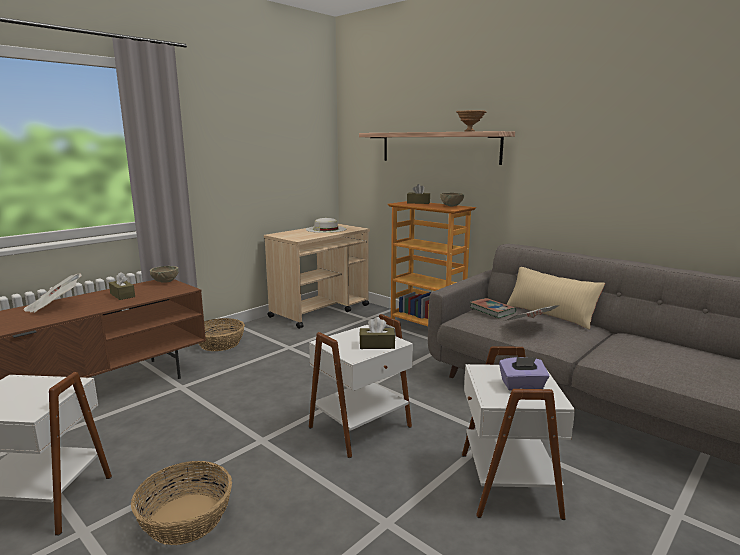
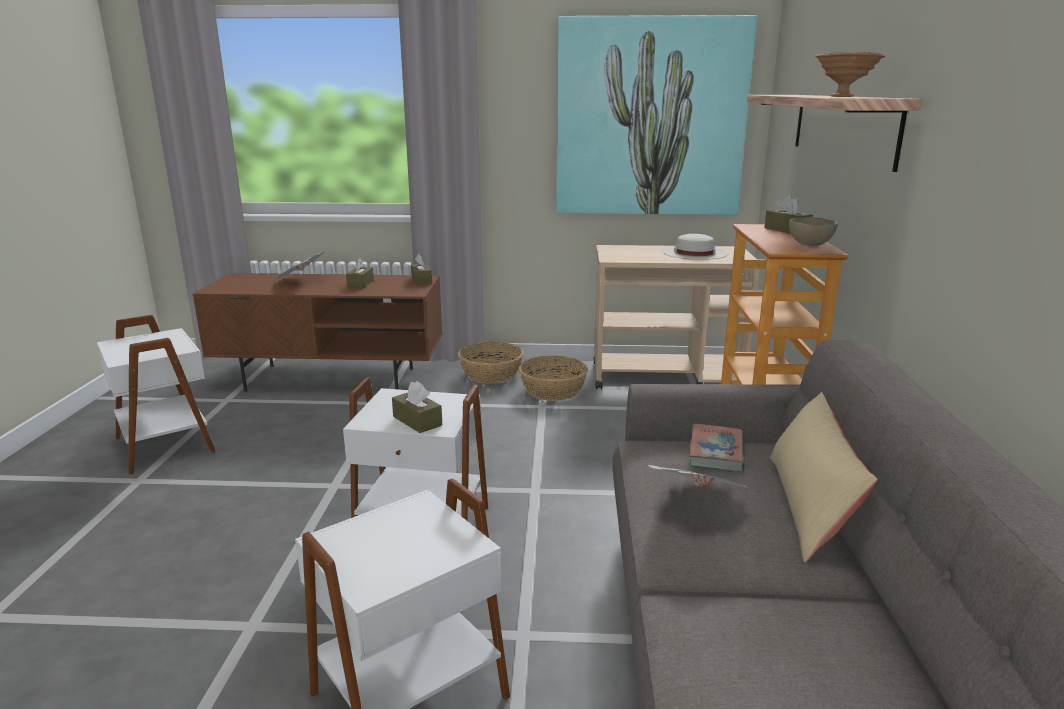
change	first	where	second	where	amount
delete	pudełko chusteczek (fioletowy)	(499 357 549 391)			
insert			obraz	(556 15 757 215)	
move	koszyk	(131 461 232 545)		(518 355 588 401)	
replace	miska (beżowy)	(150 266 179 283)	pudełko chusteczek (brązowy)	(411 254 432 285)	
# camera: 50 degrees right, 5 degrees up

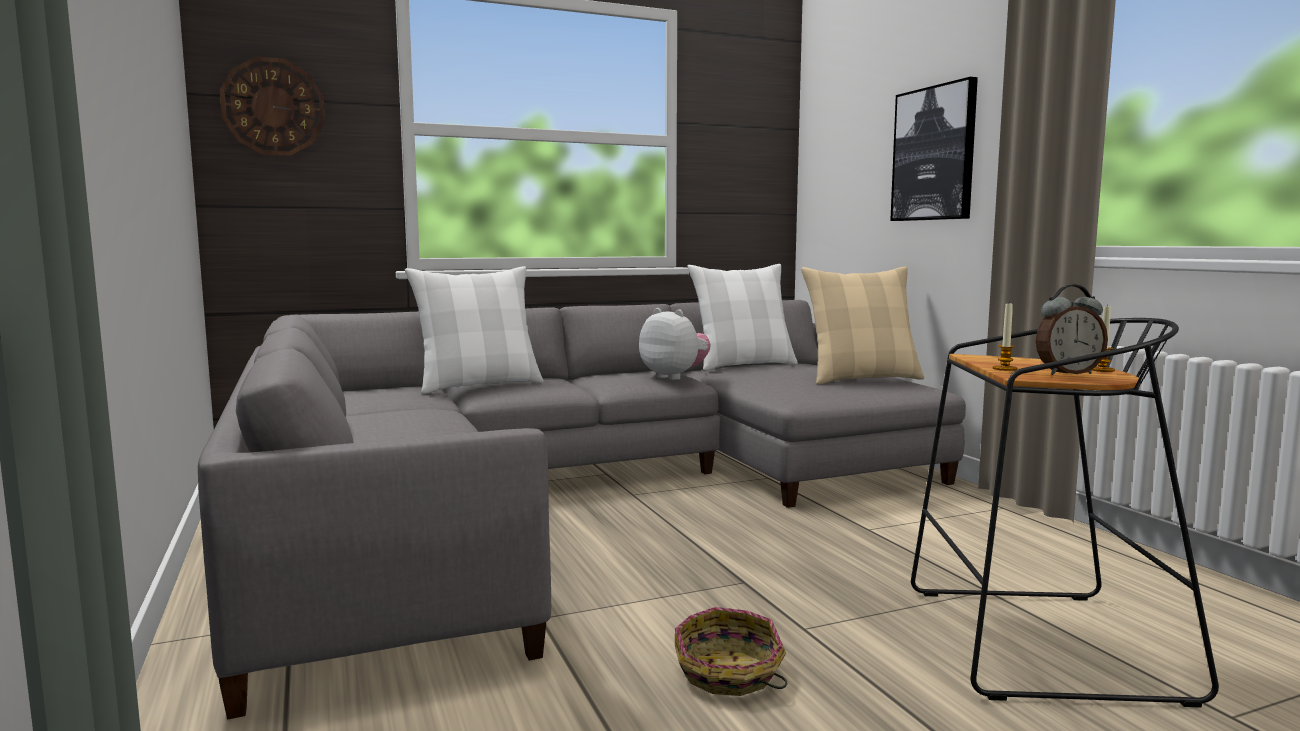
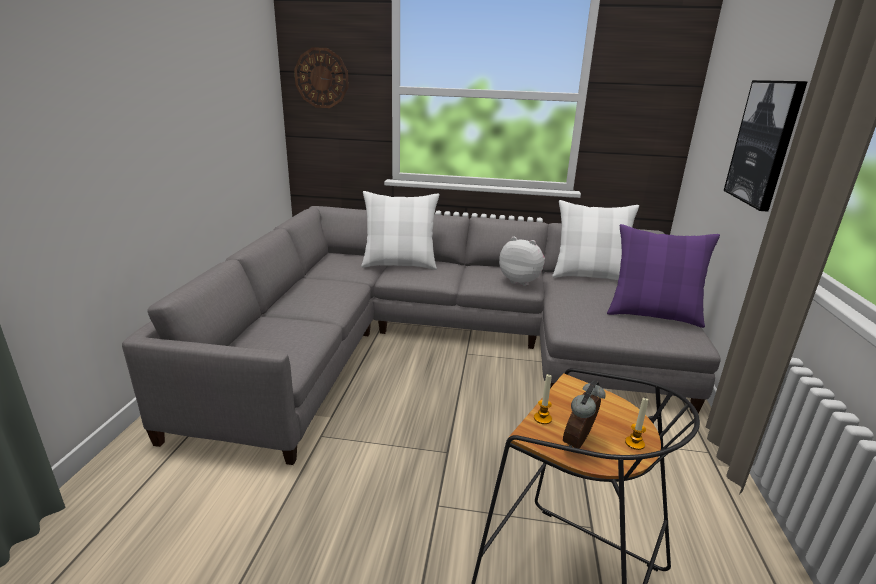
change	first	where	second	where	amount
delete	koszyk	(675 607 787 696)			
recolor	poduszka (beżowy)	(801 266 924 385)	poduszka (fioletowy)	(607 224 720 328)	
rotate	pluszak	(639 308 711 380)		(499 237 545 286)	45 degrees counterclockwise
rotate	budzik	(1036 284 1108 375)		(563 380 606 448)	105 degrees clockwise
# camera: 30 degrees right, 15 degrees up

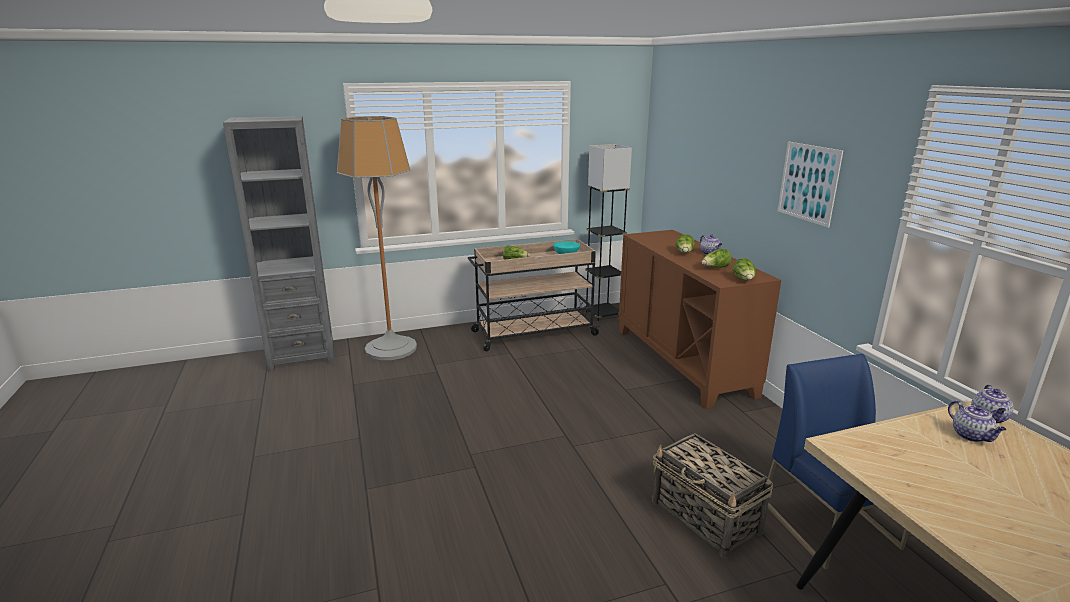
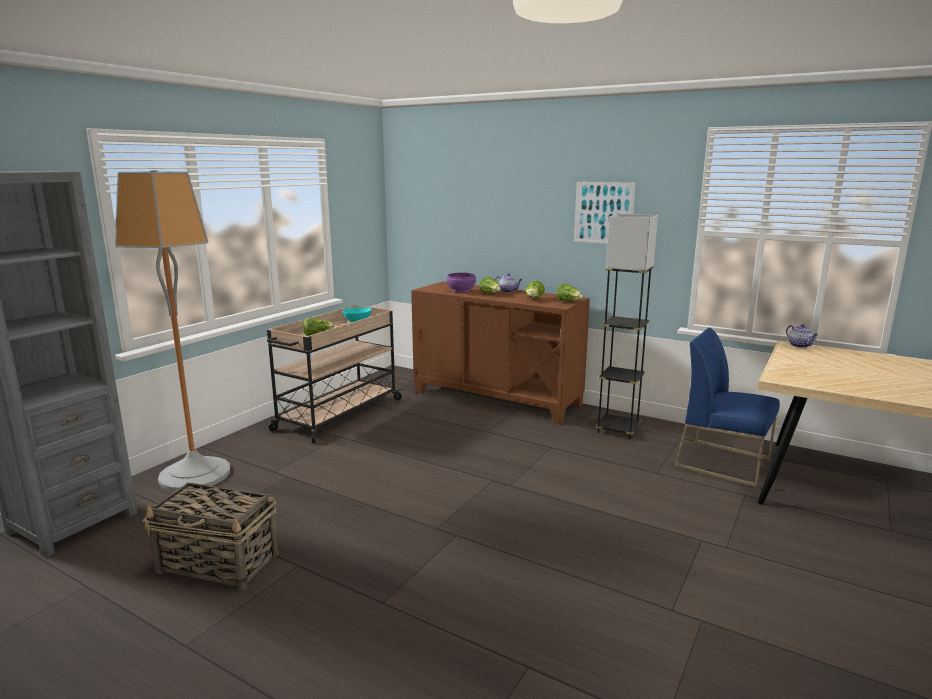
change	first	where	second	where	amount
delete	imbryk	(948 400 1007 442)			
insert			miska (fioletowy)	(447 272 476 293)	
move	lampa stojąca (czarny)	(584 144 632 321)		(596 214 658 439)	
move	koszyk	(652 433 773 558)		(143 483 279 591)	
# camera: 40 degrees left, 5 degrees down

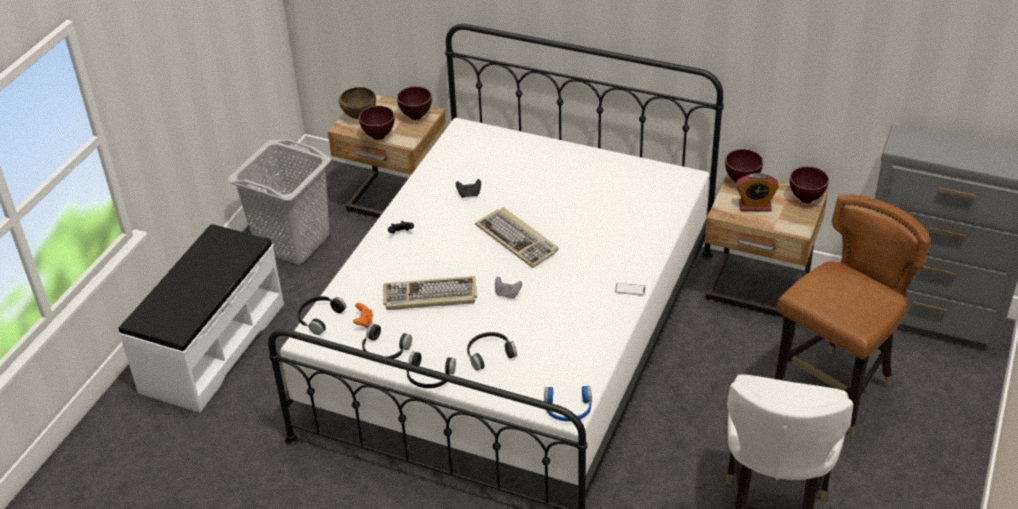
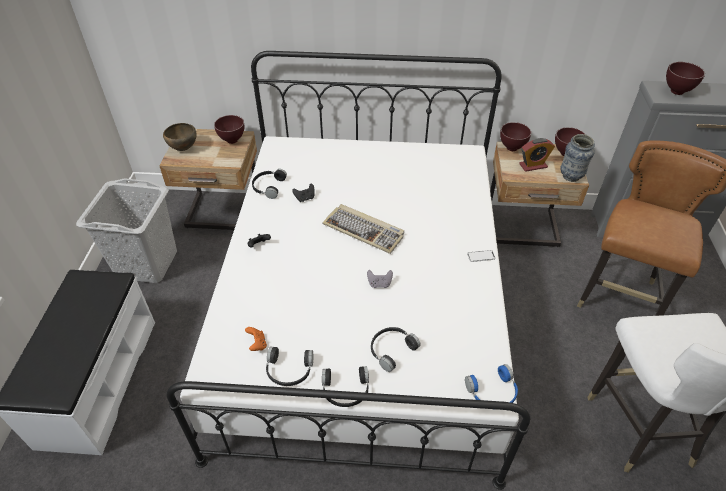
change	first	where	second	where	amount
delete	klawiatura	(383 276 477 310)			
insert			wazon	(560 134 595 182)	
move	słuchawki (czarny)	(298 296 346 335)		(252 169 287 199)	
move	miska (brązowy)	(359 106 395 140)		(666 62 705 95)	
# camera: 20 degrees left, 5 degrees up

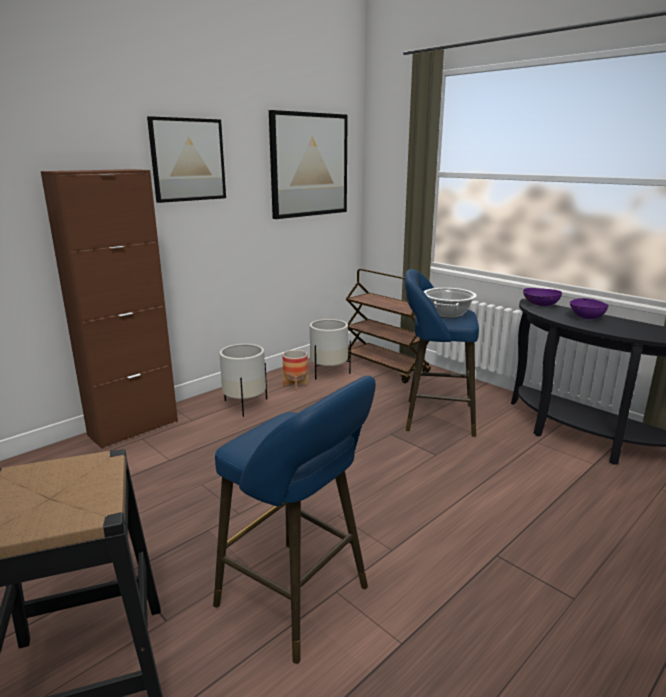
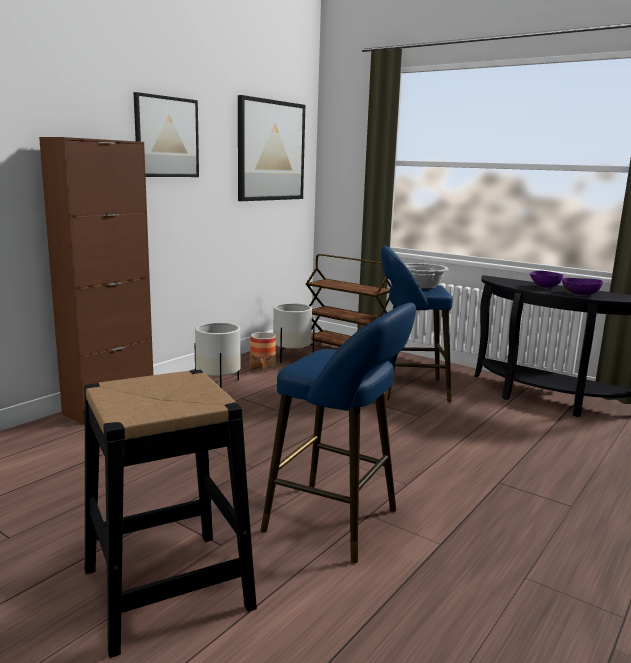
change	first	where	second	where	amount
move	miska (fioletowy)	(523 288 562 306)		(562 278 603 295)	
# camera: 10 degrees left, 5 degrees down

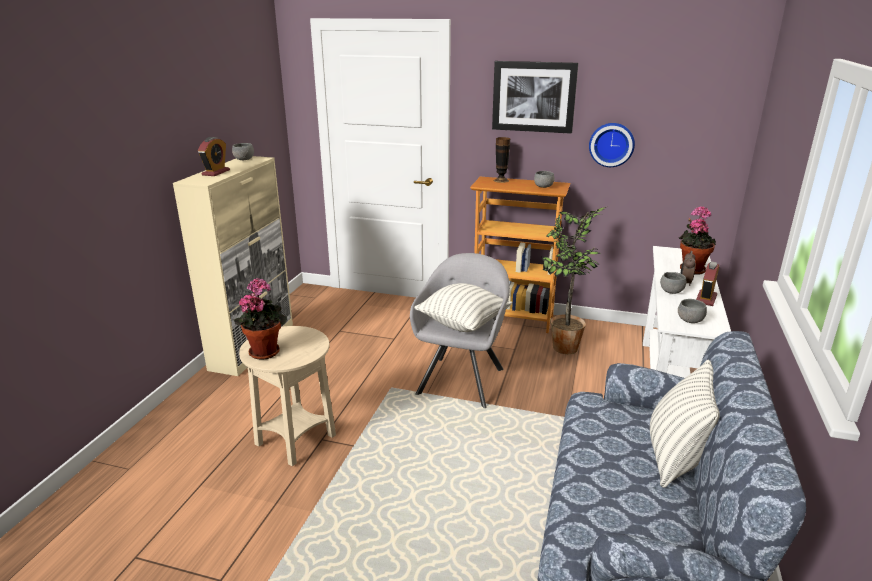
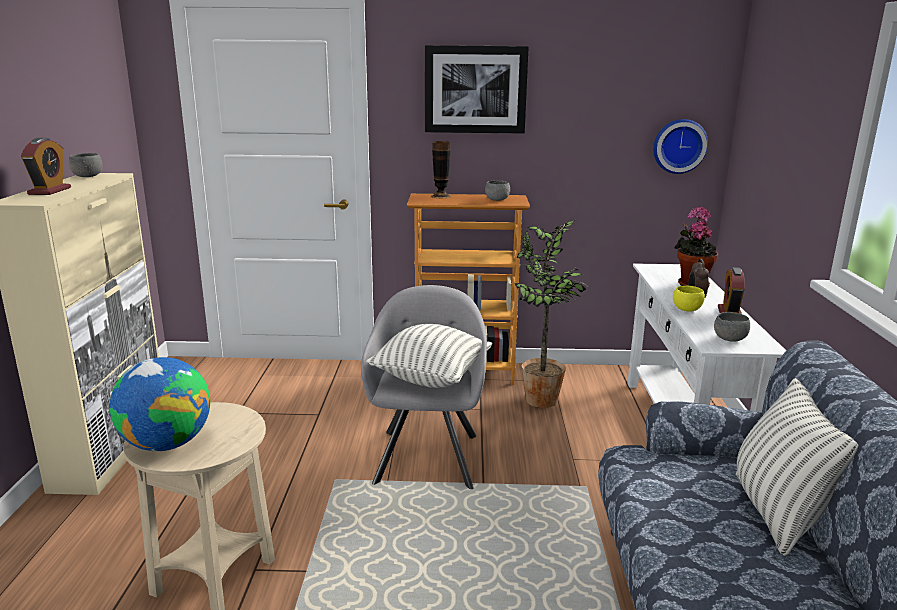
change	first	where	second	where	amount
move	zegar ścienny	(589 123 635 167)		(653 119 708 174)	
replace	roślina doniczkowa	(233 278 287 360)	globus	(110 357 210 451)	
recolor	miska (szary)	(660 272 686 294)	miska (żółty)	(673 286 705 312)	
# camera: 15 degrees left, 5 degrees down

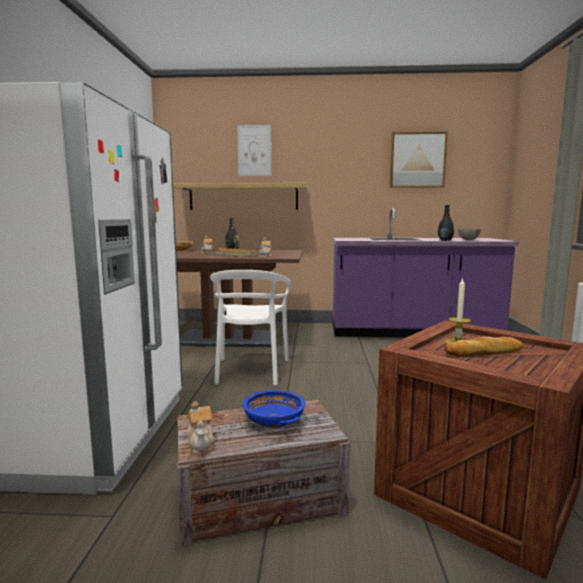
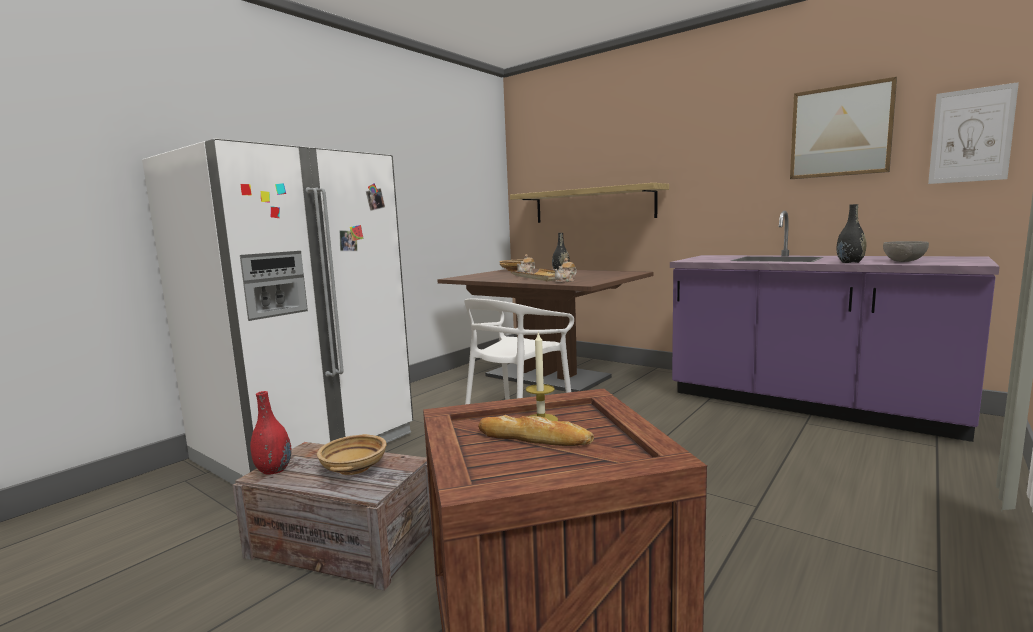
change	first	where	second	where	amount
move	obraz	(237 125 271 176)		(928 82 1019 184)	
replace	imbryk	(188 401 216 455)	wazon (czerwony)	(250 391 291 475)	
recolor	miska (niebieski)	(243 390 305 429)	miska (beżowy)	(317 434 386 475)	
# camera: 35 degrees right, 0 degrees up

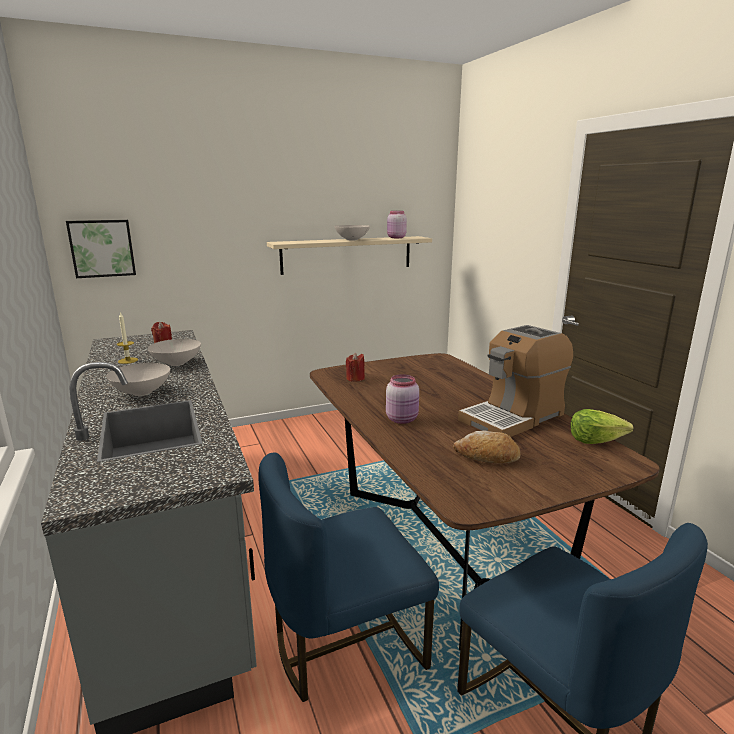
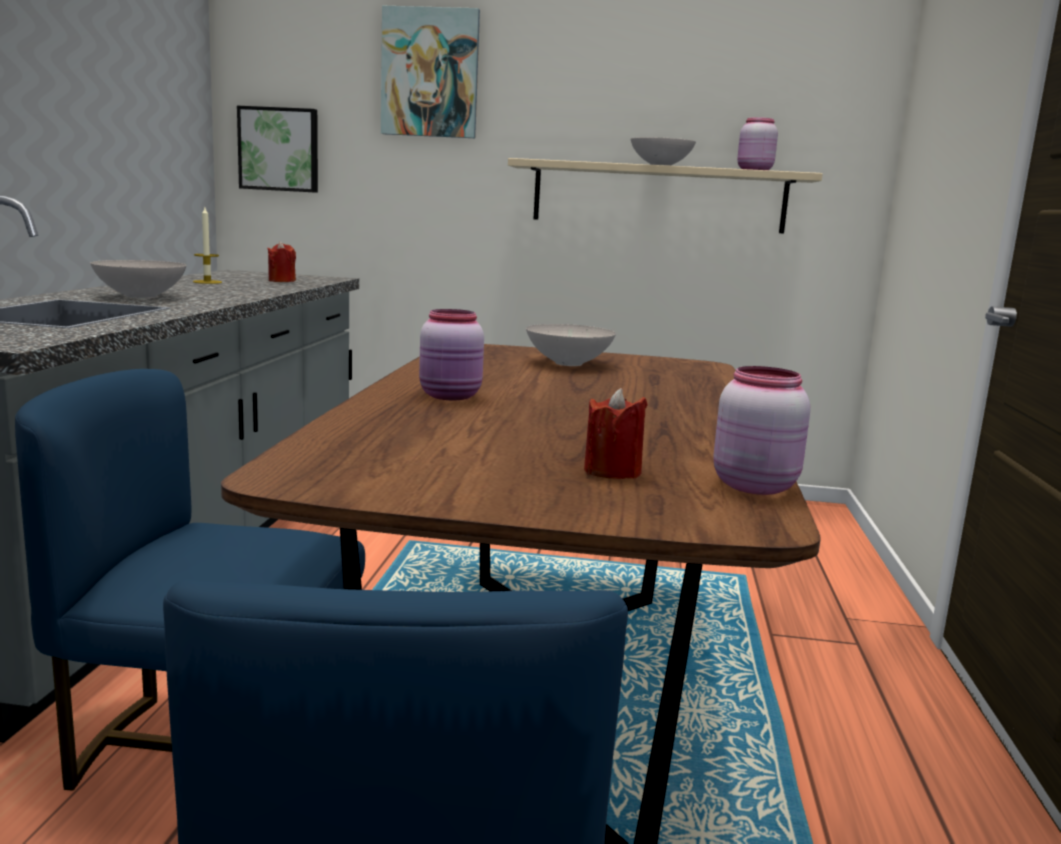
change	first	where	second	where	amount
delete	chleb	(453 430 520 464)			
delete	ekspres do kawy	(458 325 573 437)			
insert			obraz	(381 6 480 138)	
move	miska (biały)	(148 339 201 366)		(526 324 616 366)	
move	świeca (czerwony)	(346 353 365 382)		(584 388 648 479)	
replace	sałata	(570 409 633 444)	słoik (różowy)	(714 366 810 495)	
# camera: 30 degrees right, 5 degrees down

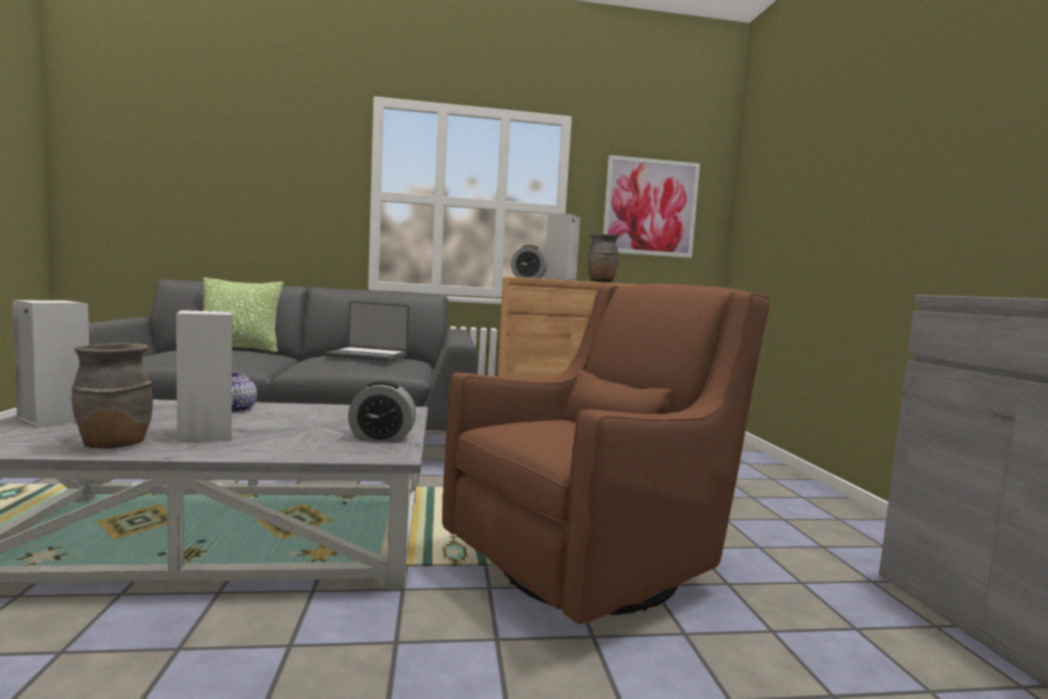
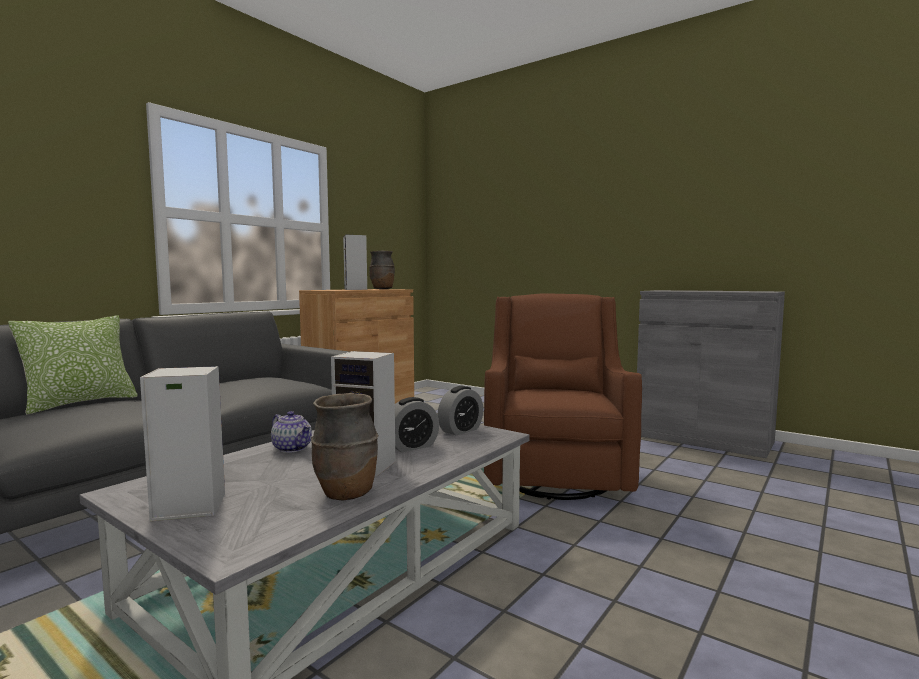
change	first	where	second	where	amount
delete	laptop	(325 301 410 362)			
delete	obraz	(603 155 700 258)			
move	budzik	(511 245 547 279)		(395 397 439 452)	
# camera: 45 degrees left, 0 degrees up

